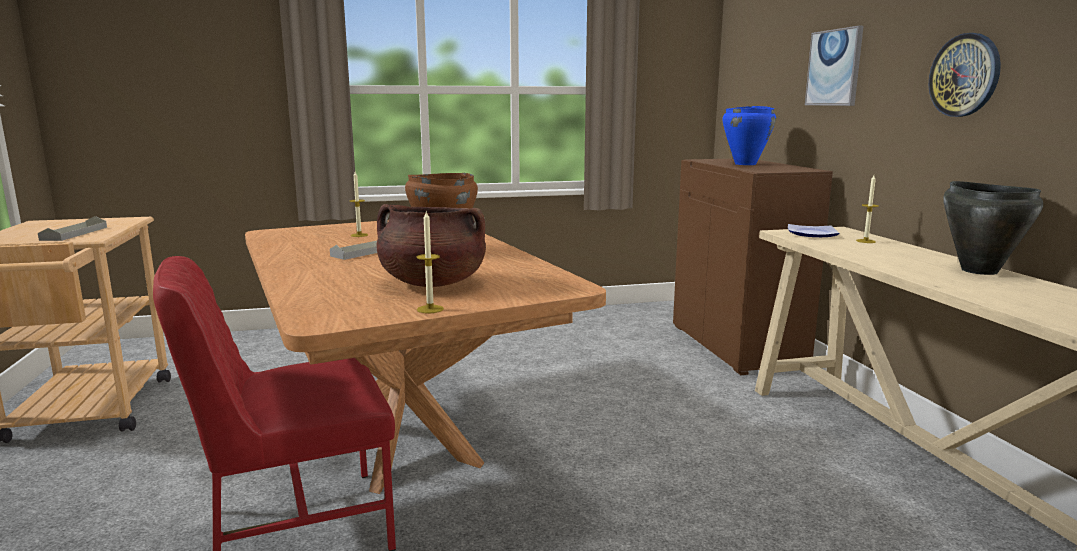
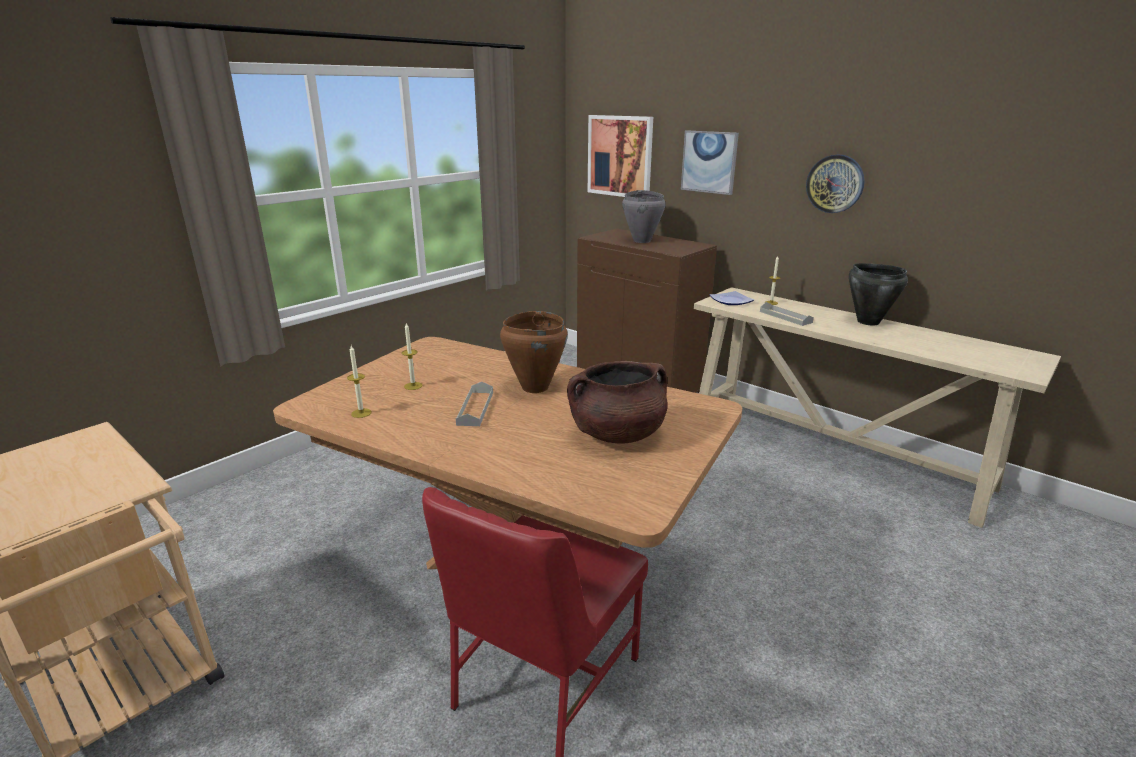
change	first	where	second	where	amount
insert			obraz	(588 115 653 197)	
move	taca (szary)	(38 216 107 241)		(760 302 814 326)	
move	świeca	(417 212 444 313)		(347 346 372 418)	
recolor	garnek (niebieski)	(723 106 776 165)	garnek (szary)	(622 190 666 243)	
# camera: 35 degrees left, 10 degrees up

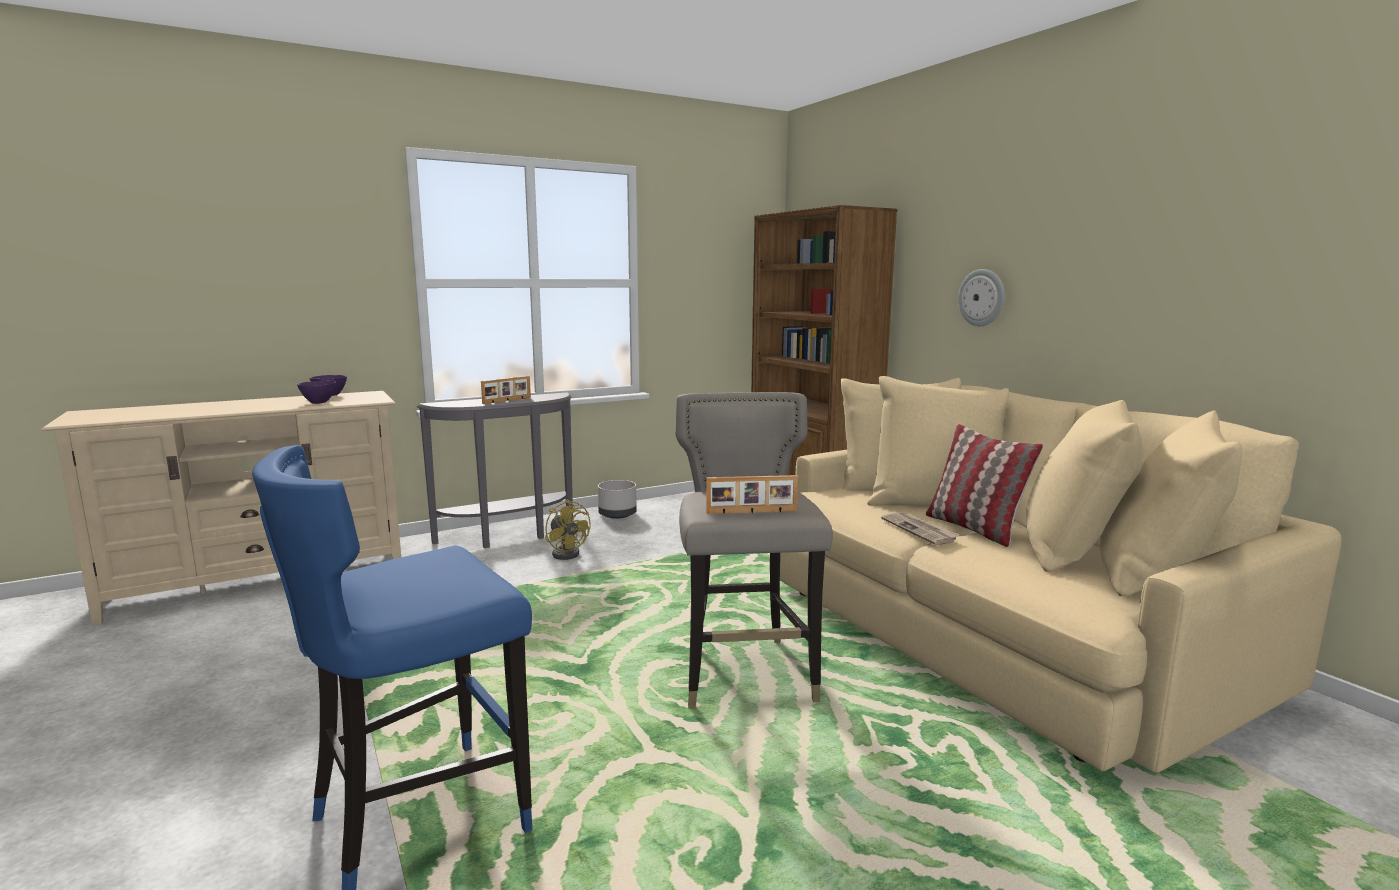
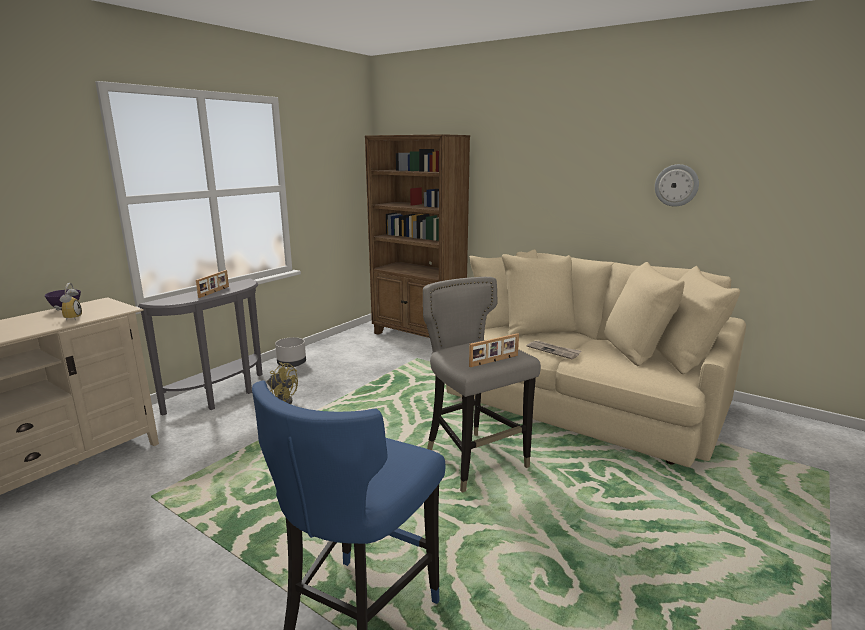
change	first	where	second	where	amount
delete	poduszka	(926 424 1043 547)			
move	zegar ścienny	(958 269 1005 326)		(655 164 699 207)	
replace	miska (fioletowy)	(297 381 336 404)	budzik	(54 283 82 321)	
# camera: 25 degrees left, 5 degrees up

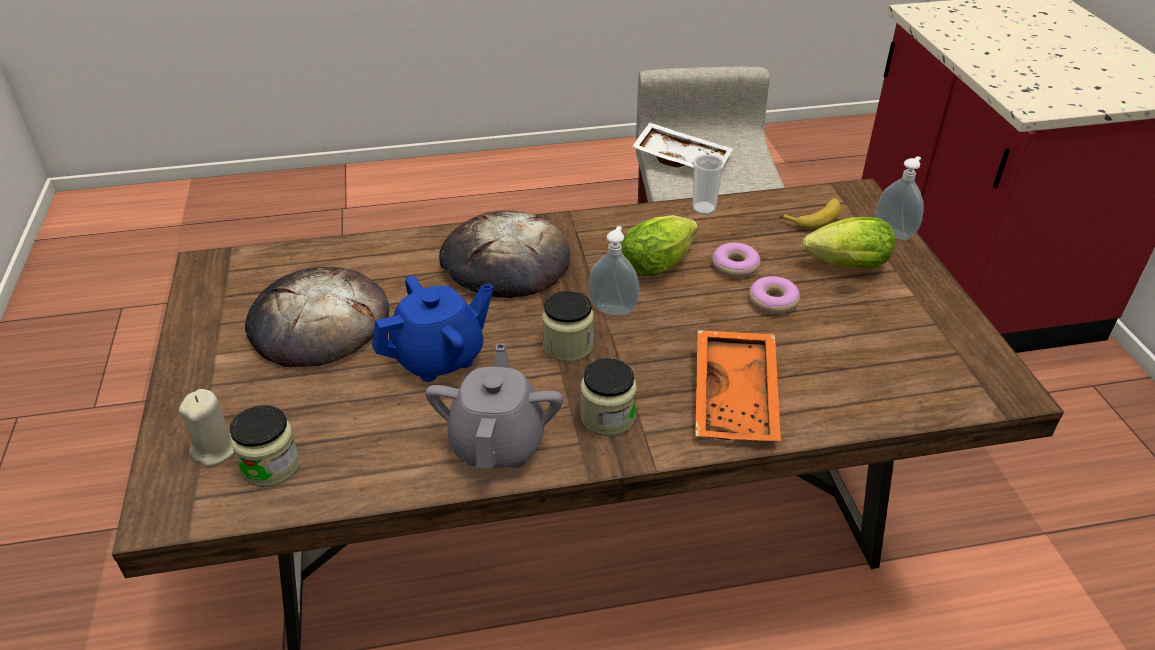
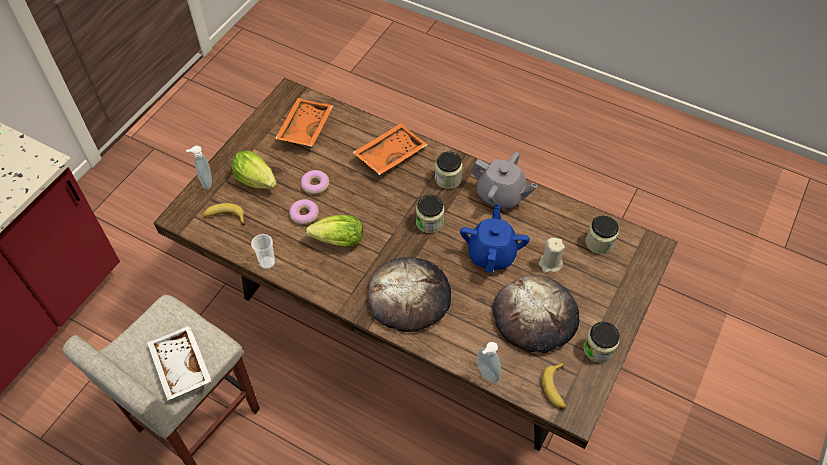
change	first	where	second	where	amount
insert			taca (pomarańczowy)	(275 98 333 147)	
insert			banan	(542 362 566 409)	
insert			słoik	(584 322 620 363)	
move	świeca (beżowy)	(179 389 234 466)		(539 238 565 273)	
move	dozownik mydła	(589 226 639 315)		(477 342 501 383)	
rotate	imbryk (niebieski)	(372 276 493 382)		(460 204 530 273)	90 degrees clockwise
rotate	imbryk (szary)	(425 343 563 468)		(470 152 538 210)	105 degrees counterclockwise
# camera: 140 degrees left, 15 degrees up

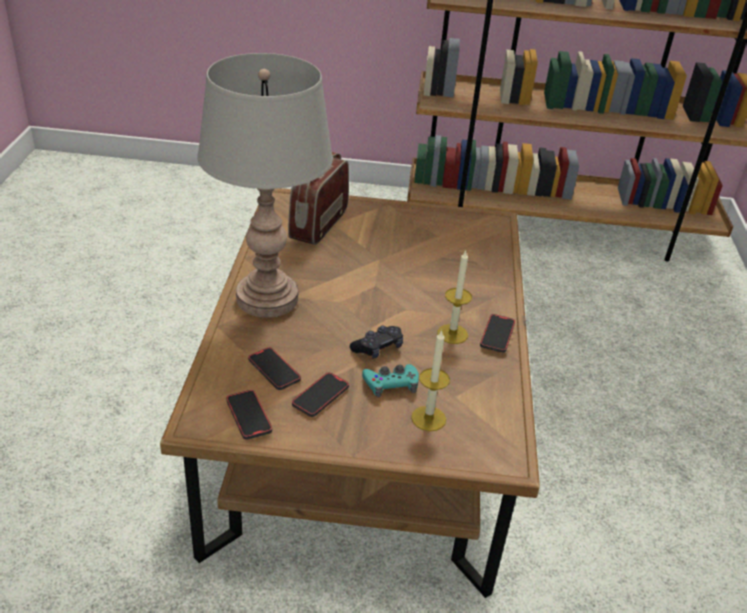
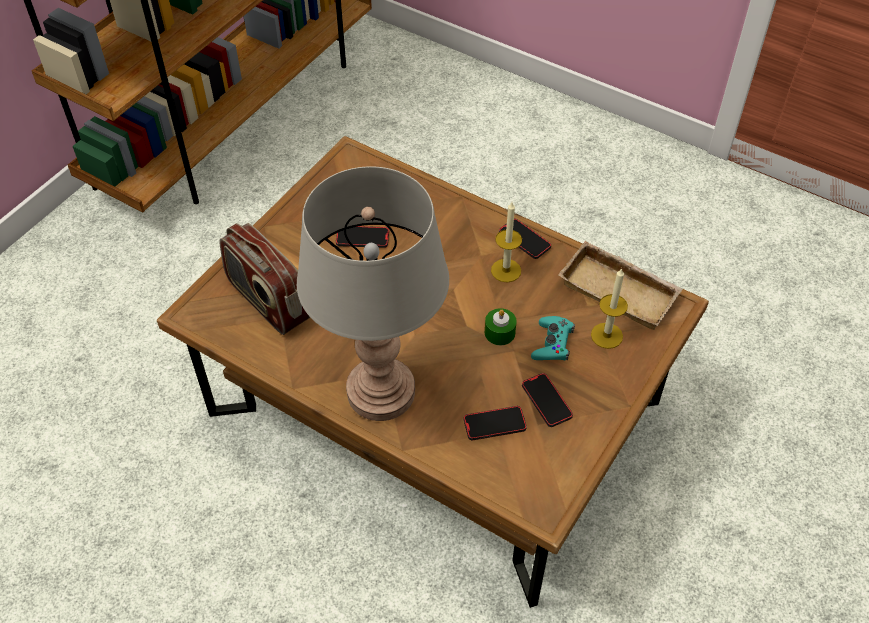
change	first	where	second	where	amount
insert			taca (beżowy)	(558 241 683 330)	
move	telefon	(226 390 272 440)		(336 226 389 248)	
replace	pad do gier (czarny)	(350 326 403 359)	świeca (zielony)	(485 308 517 345)	
# camera: 60 degrees left, 15 degrees up

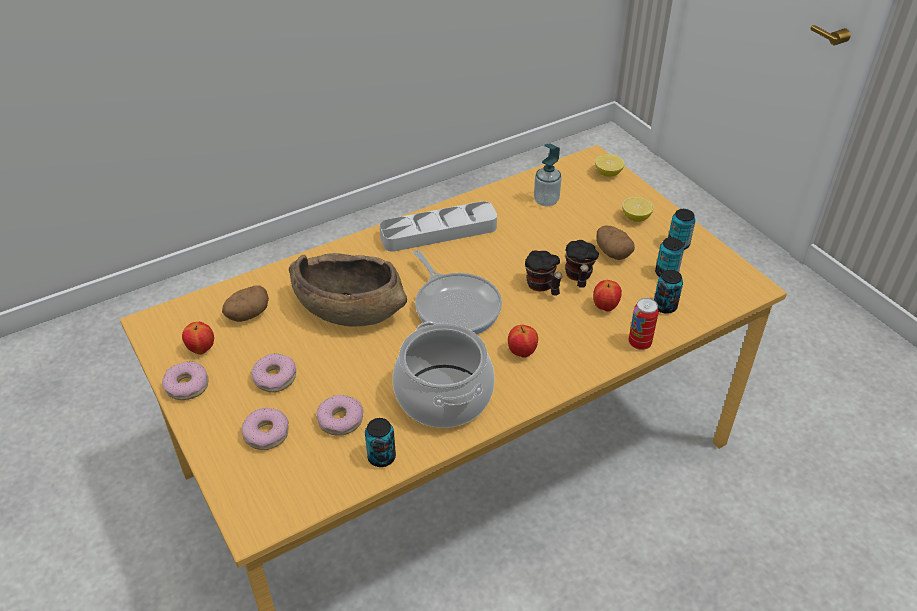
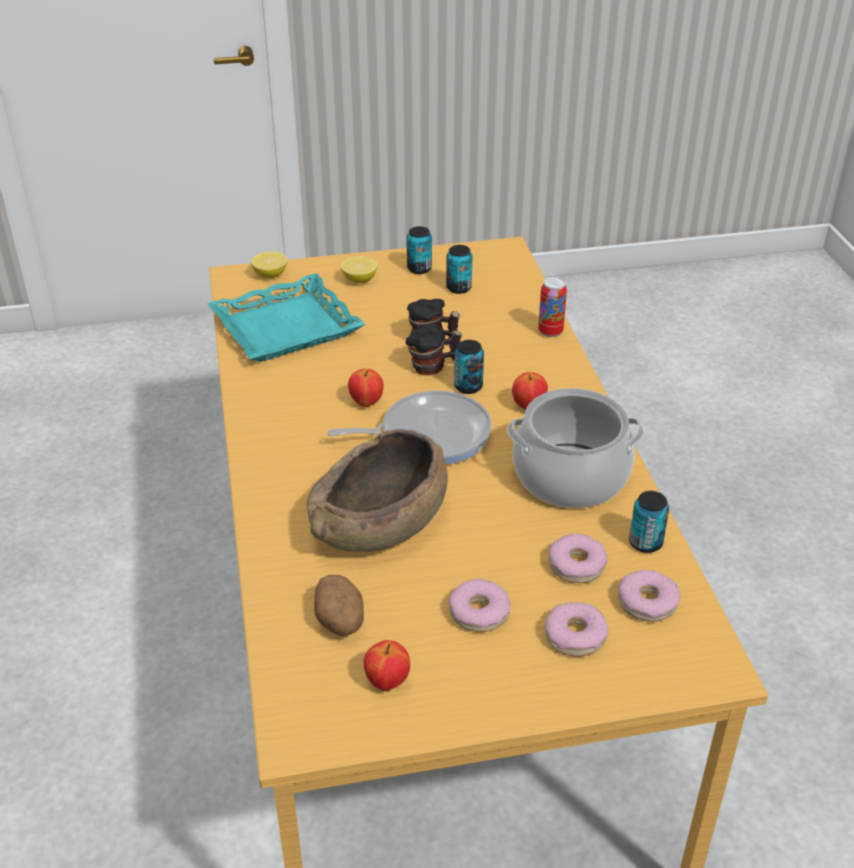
change	first	where	second	where	amount
delete	taca (szary)	(380 201 497 252)			
delete	ziemniak	(596 226 635 260)			
move	donut	(162 362 209 400)		(618 570 680 622)	
move	jabłko	(593 280 622 312)		(348 369 384 407)	
move	puszka	(654 270 683 314)		(454 340 484 394)	
replace	dozownik mydła	(534 143 562 207)	taca (turkusowy)	(207 273 365 362)	
# camera: 70 degrees left, 5 degrees down

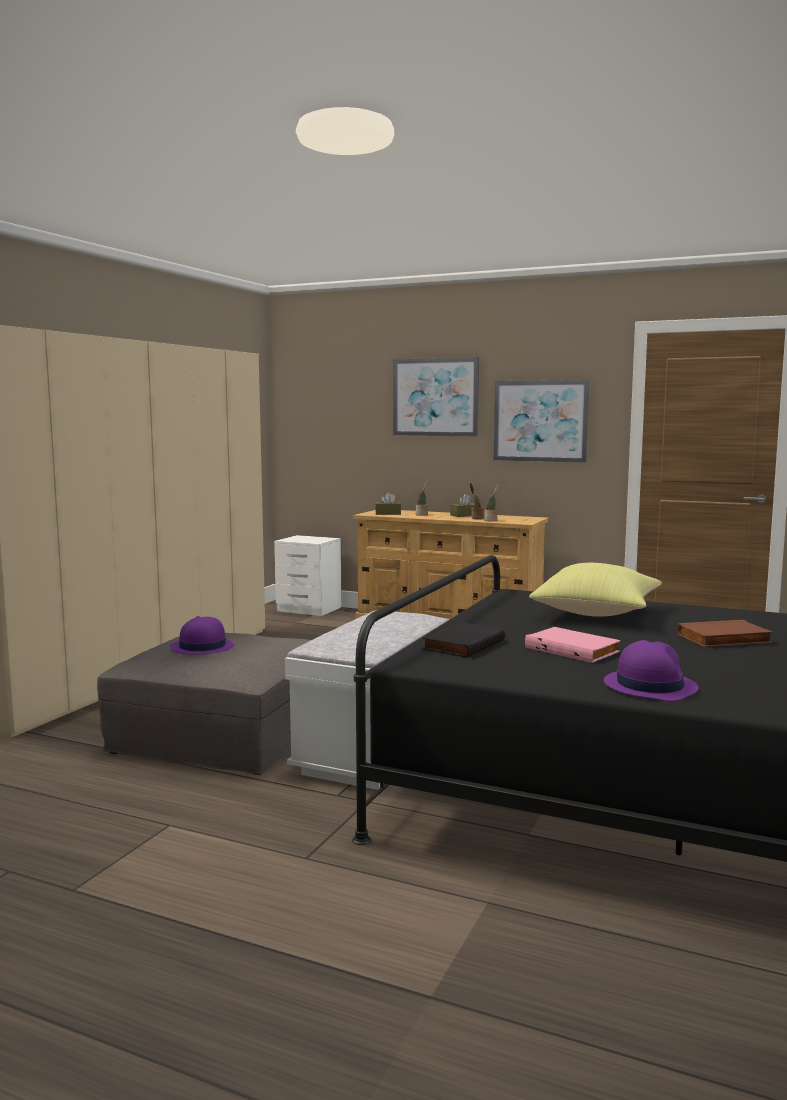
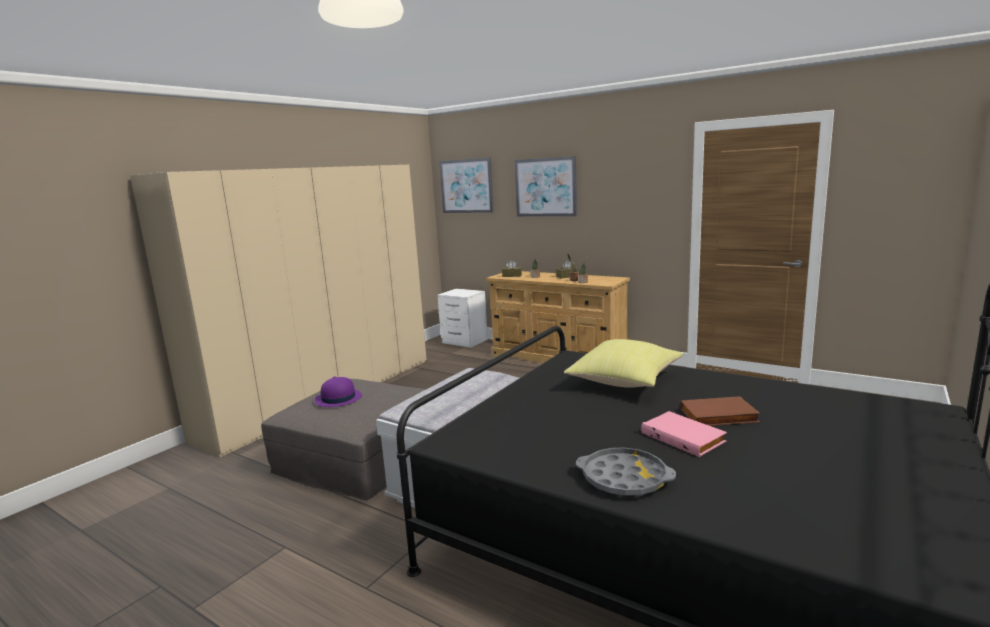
change	first	where	second	where	amount
delete	książka (czarny)	(422 622 505 658)			
move	obraz	(494 380 589 463)		(439 157 494 213)	
move	książka (różowy)	(525 627 620 663)		(641 411 727 457)	
replace	kapelusz (fioletowy)	(604 640 699 701)	taca (szary)	(576 447 676 496)	
# camera: 10 degrees right, 5 degrees up

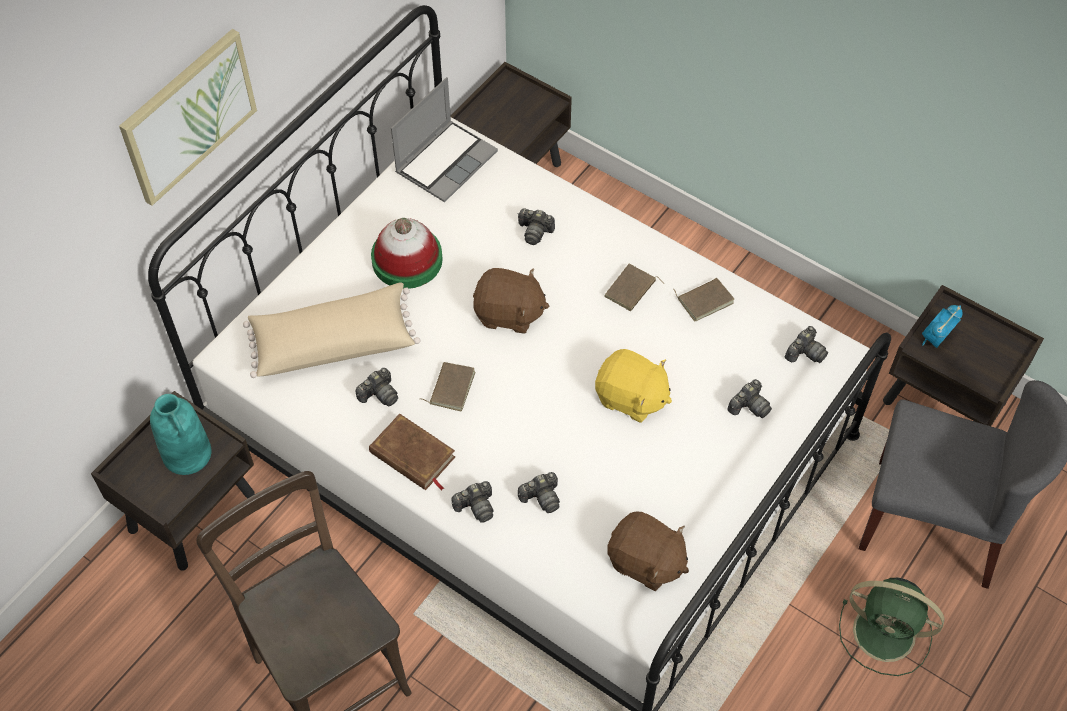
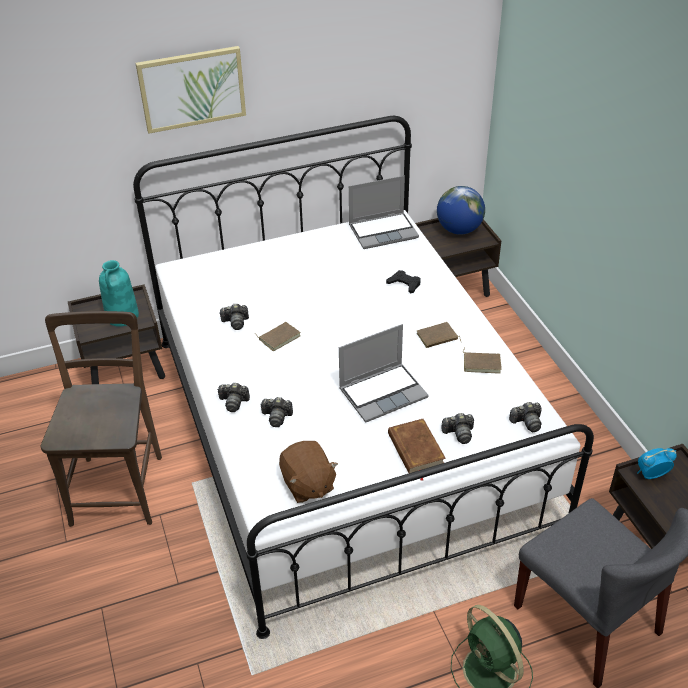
change	first	where	second	where	amount
delete	poduszka (beżowy)	(243 282 420 378)			
delete	kapelusz	(371 218 443 289)			
delete	pluszak (brązowy)	(473 268 549 334)			
insert			globus	(437 186 485 235)	
move	książka (brązowy)	(369 414 455 491)		(388 419 446 481)	
replace	aparat fotograficzny	(518 208 555 245)	pad do gier (czarny)	(386 270 421 293)	
replace	pluszak (żółty)	(595 349 672 423)	laptop	(339 324 429 423)	
# camera: 35 degrees right, 15 degrees down

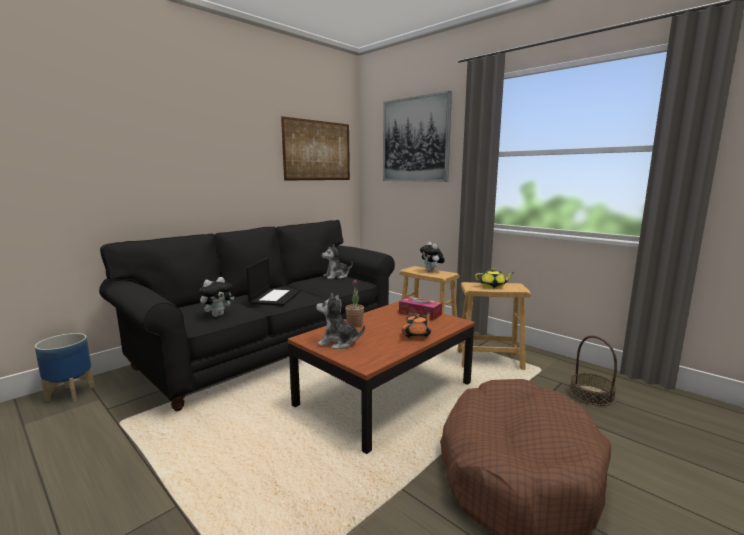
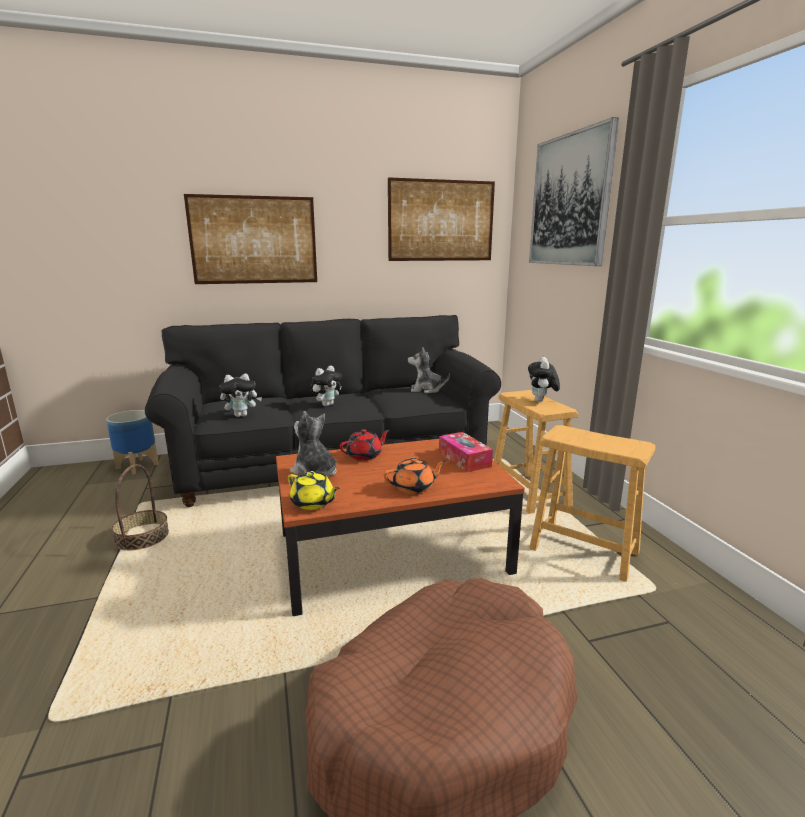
change	first	where	second	where	amount
insert			obraz	(184 194 317 284)	
move	imbryk (żółty)	(475 268 513 288)		(288 471 340 510)	
move	koszyk	(570 336 617 406)		(111 464 169 550)	
replace	laptop	(246 258 301 306)	pluszak	(310 366 342 406)	
replace	roślina doniczkowa	(345 279 364 327)	imbryk (czerwony)	(340 429 390 461)	
# camera: 30 degrees right, 5 degrees up

